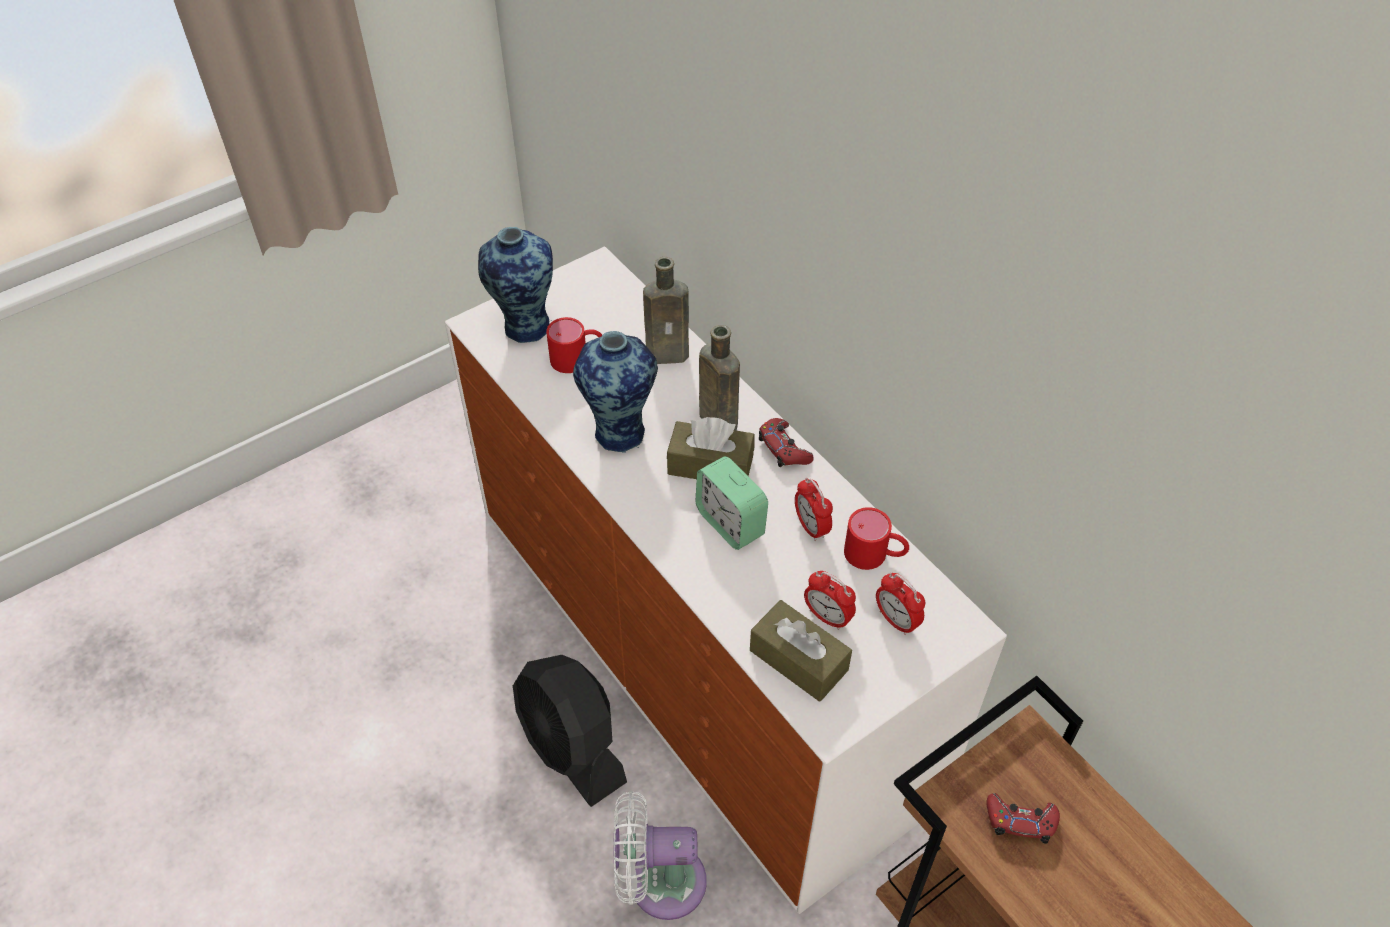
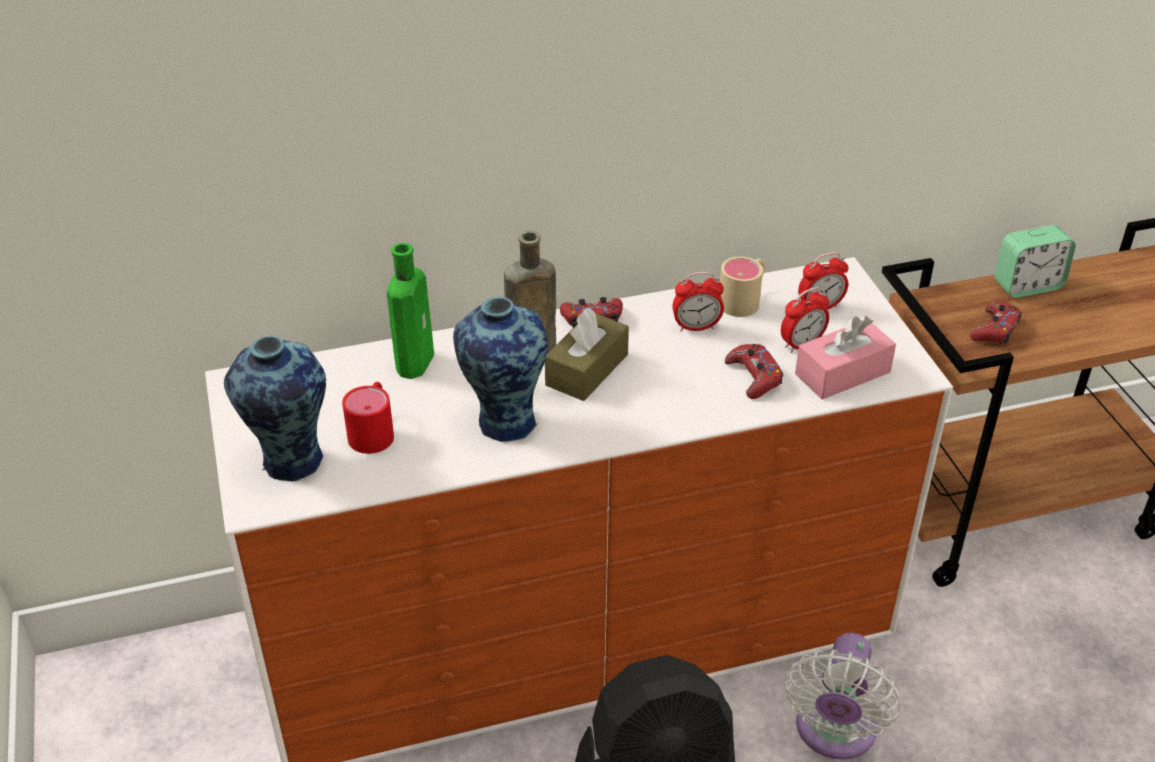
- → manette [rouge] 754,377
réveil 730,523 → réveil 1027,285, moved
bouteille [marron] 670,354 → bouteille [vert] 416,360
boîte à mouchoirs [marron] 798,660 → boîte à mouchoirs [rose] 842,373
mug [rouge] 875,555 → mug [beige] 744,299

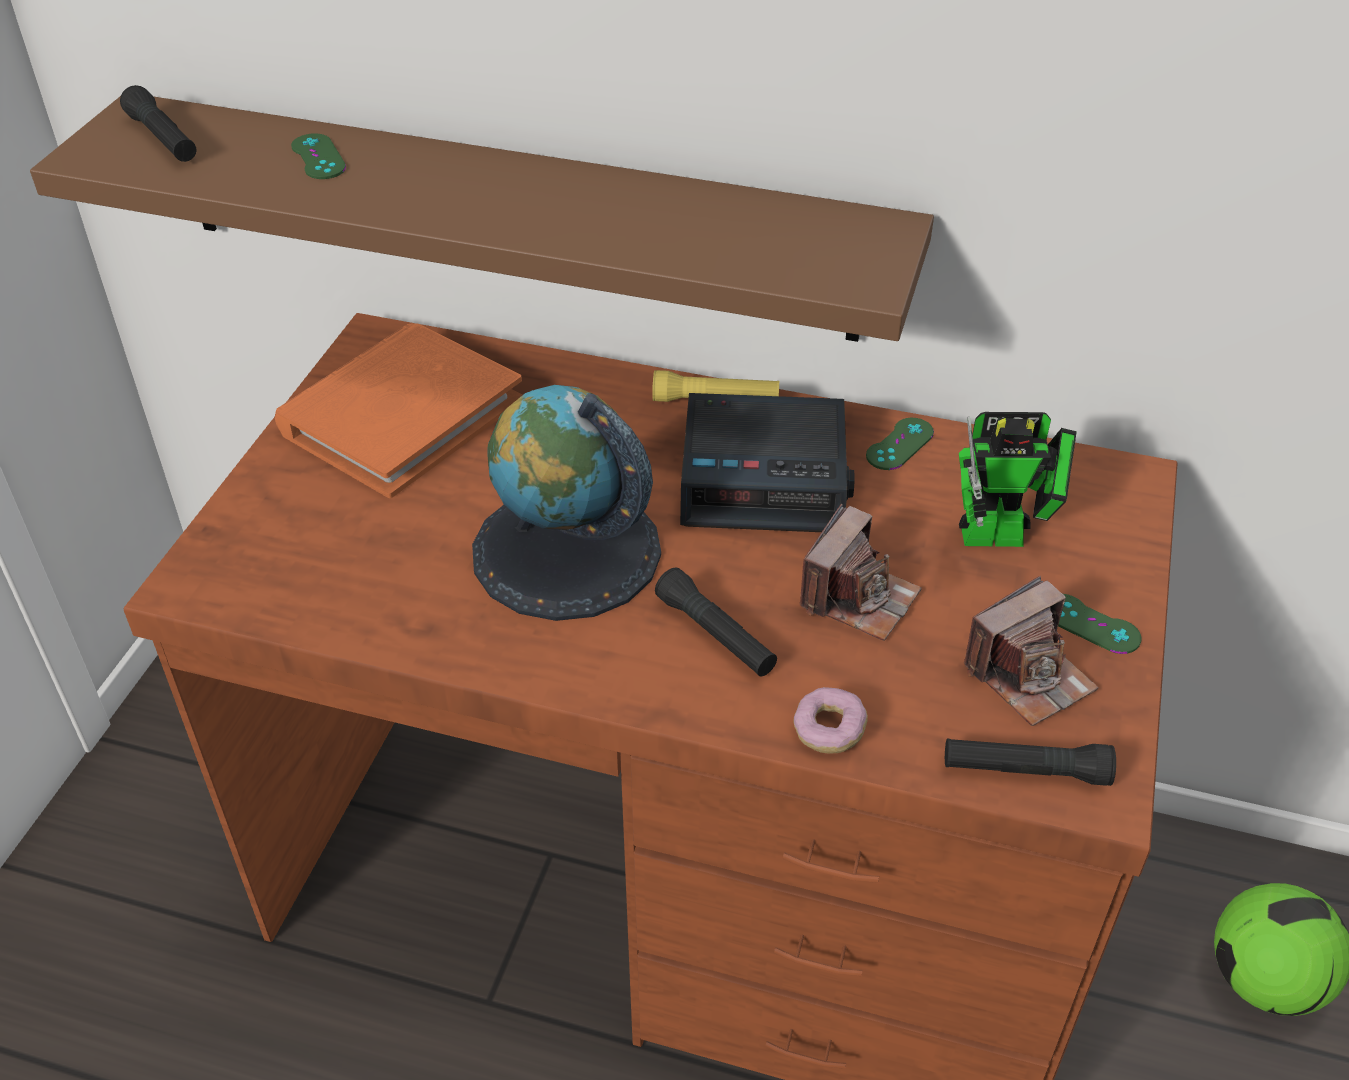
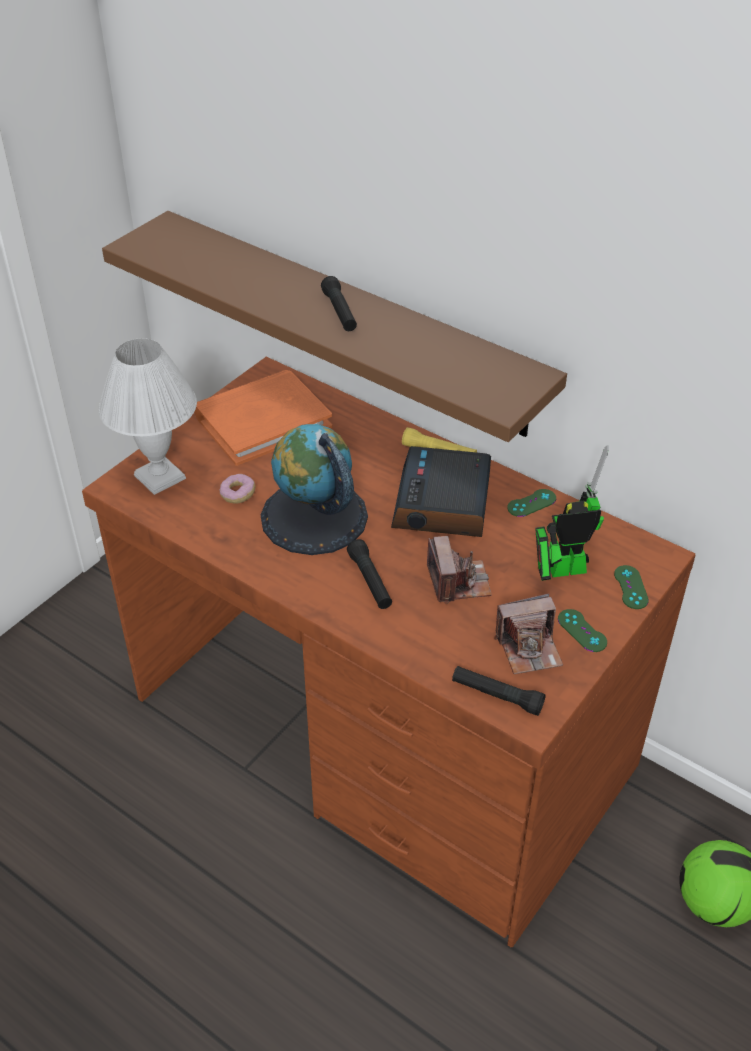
- → lampe de table [blanc] 158,477
lampe de poche [noir] 163,139 → lampe de poche [noir] 339,312, moved
manette [vert] 318,157 → manette [vert] 631,587, moved
beignet 829,731 → beignet 238,494, moved
réveil 765,478 → réveil 443,504, 75 degrees clockwise
appareil photo 858,598 → appareil photo 458,582, 60 degrees counterclockwise
robot jouet 1002,536 → robot jouet 561,570, 150 degrees clockwise

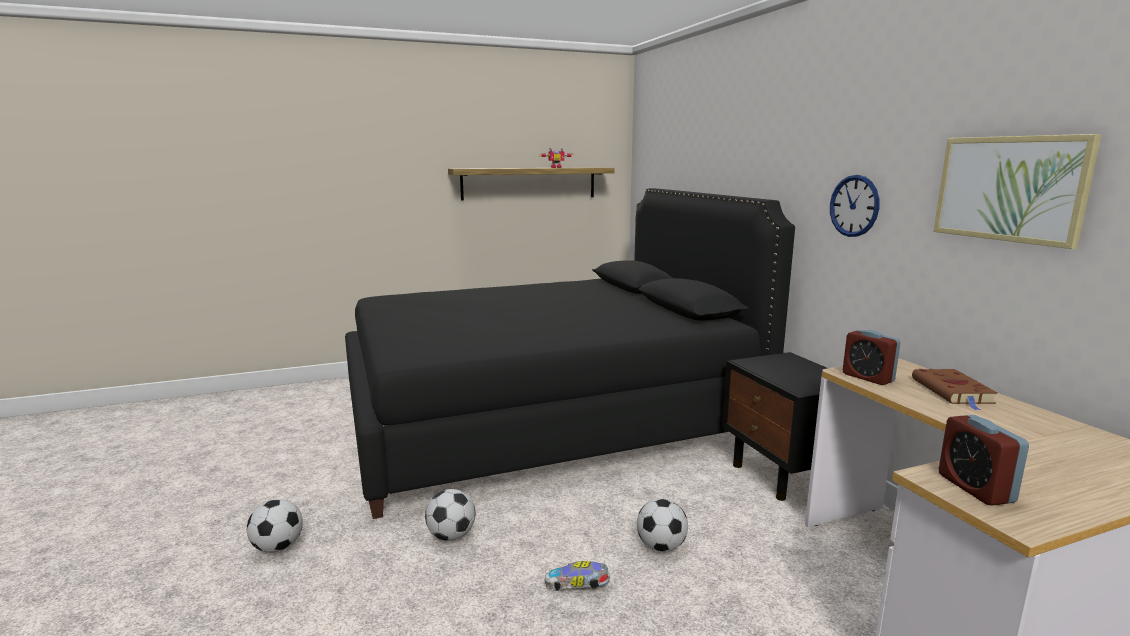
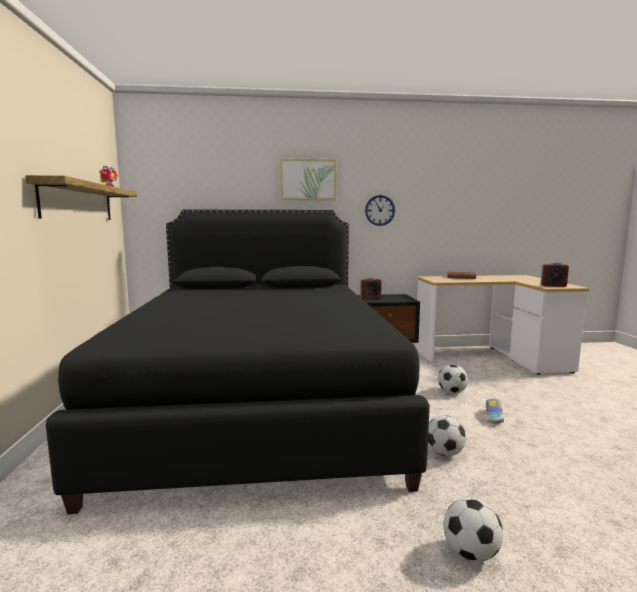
réveil 867,377 → réveil 370,298, moved
tableau 1010,188 → tableau 308,179, moved

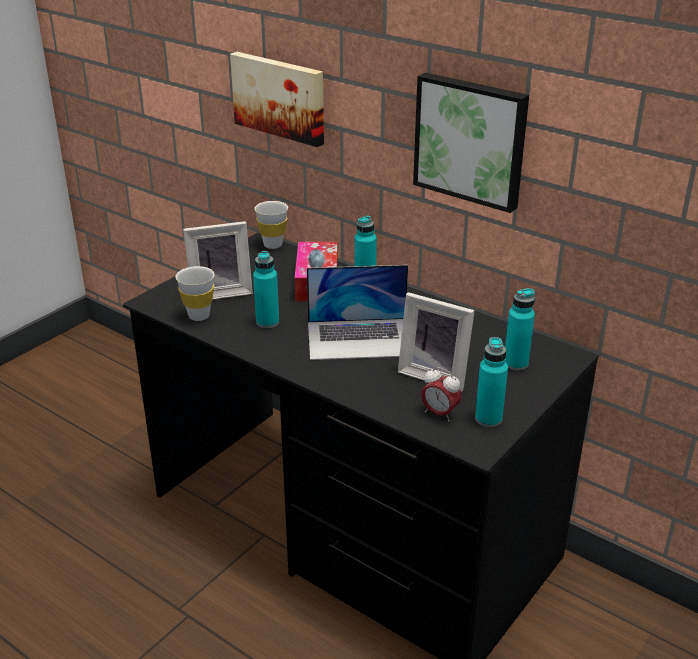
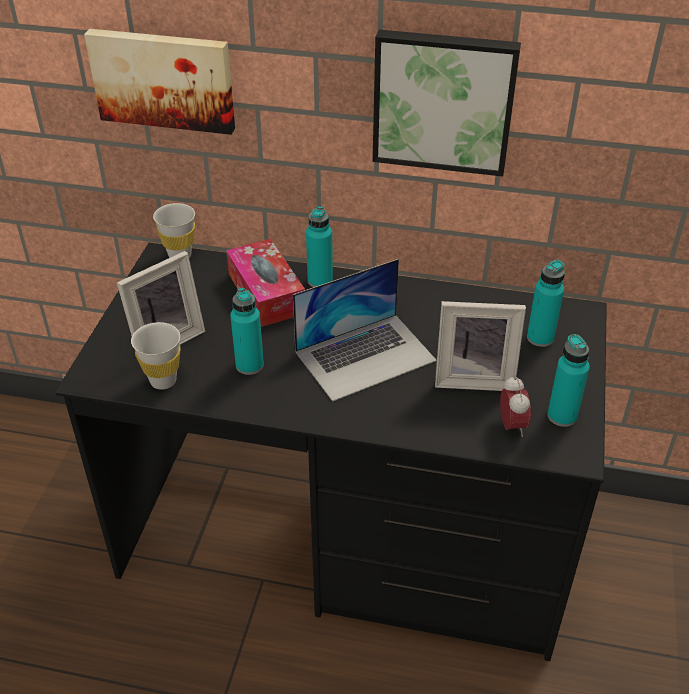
réveil 439,413 → réveil 512,426, 105 degrees counterclockwise

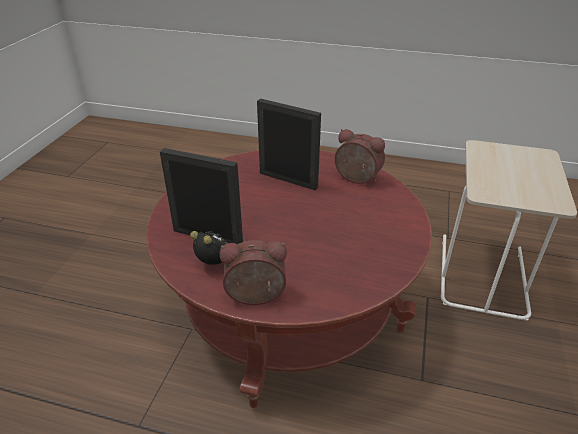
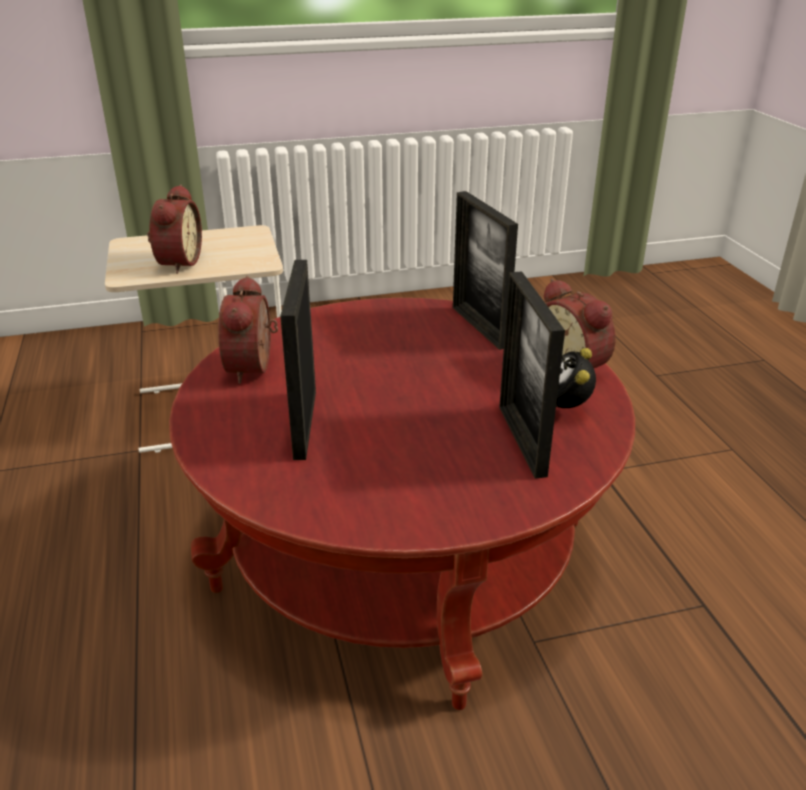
- → réveil 177,263
- → cadre photo 479,327

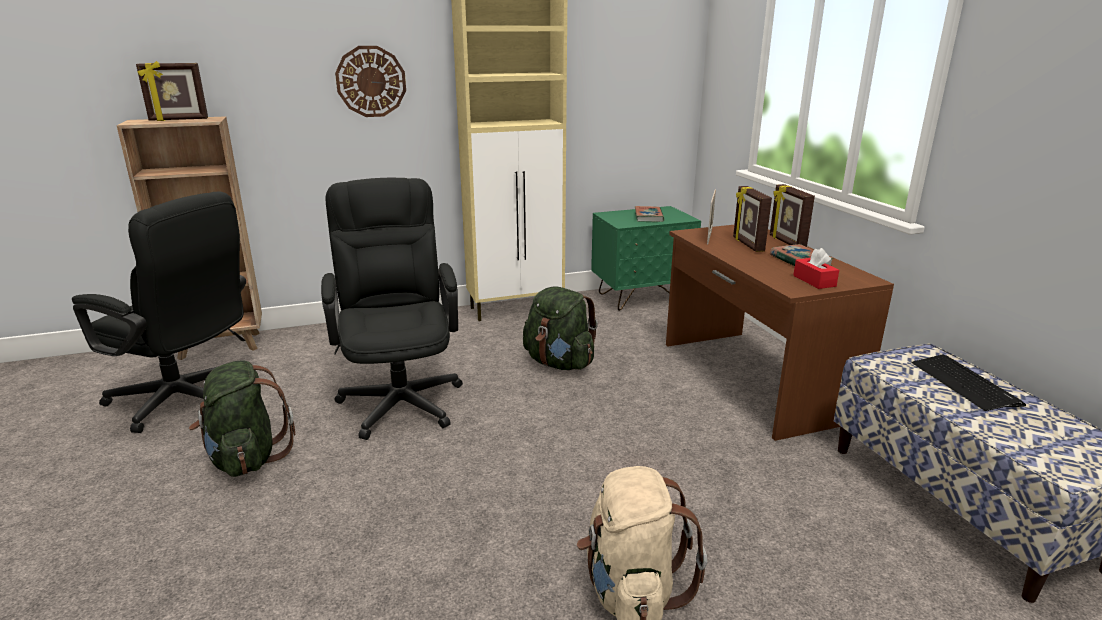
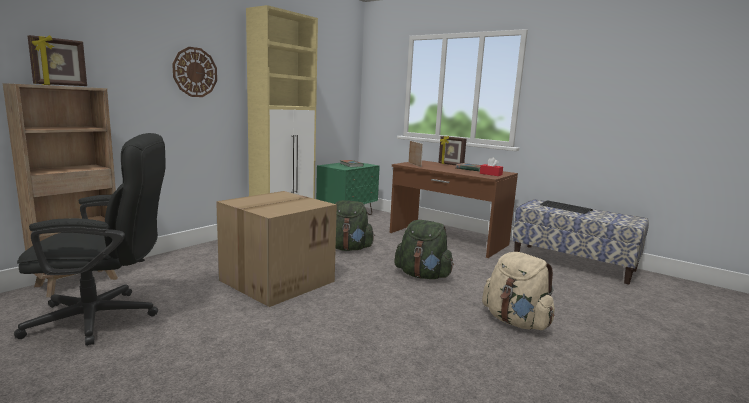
cadre photo 747,244 → -
sac à dos [vert] 247,458 → sac à dos [vert] 423,275, moved
chaise de bureau [noir] 401,396 → carton 277,280

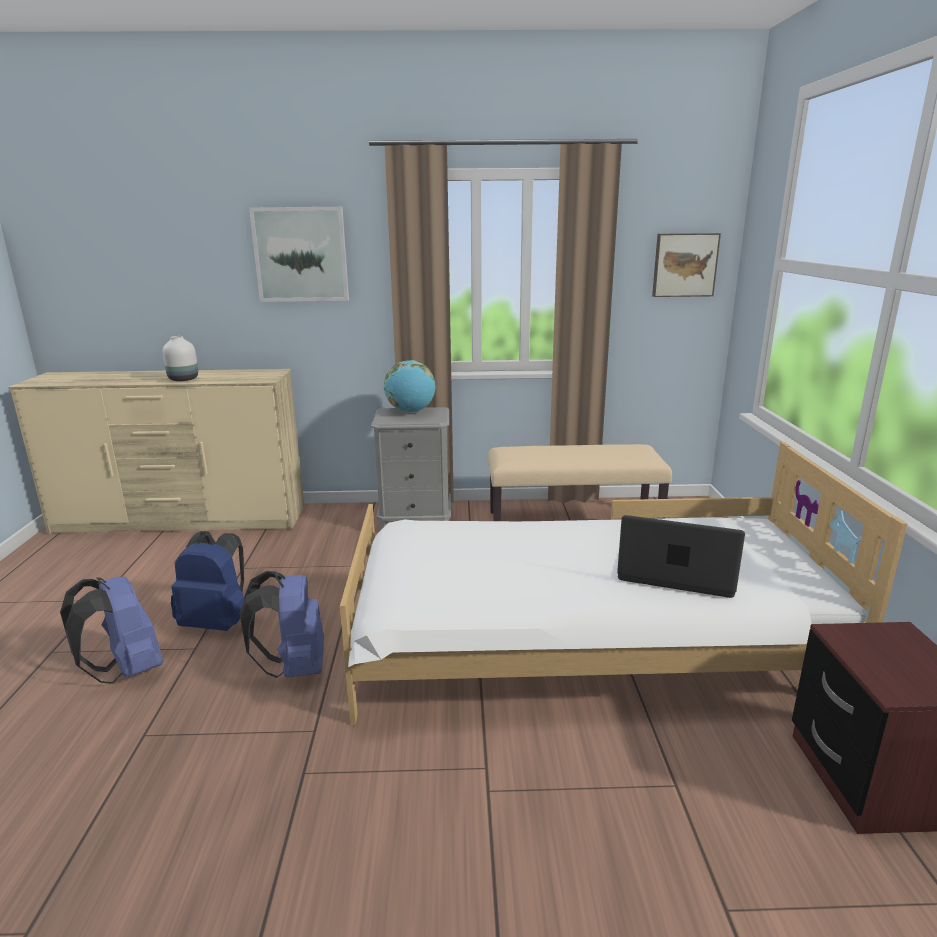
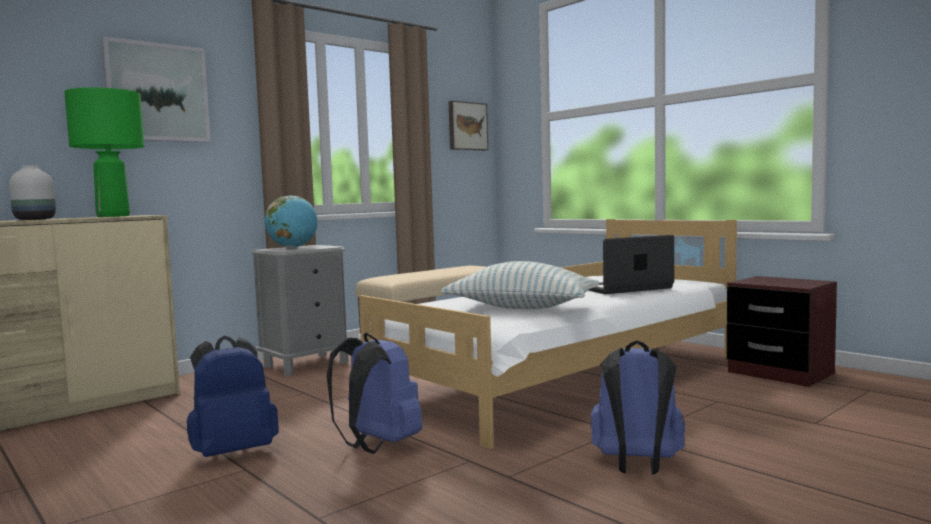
- → lampe de table [vert] 113,216
- → coussin 522,308
sac à dos [bleu] 126,670 → sac à dos [bleu] 637,466, moved

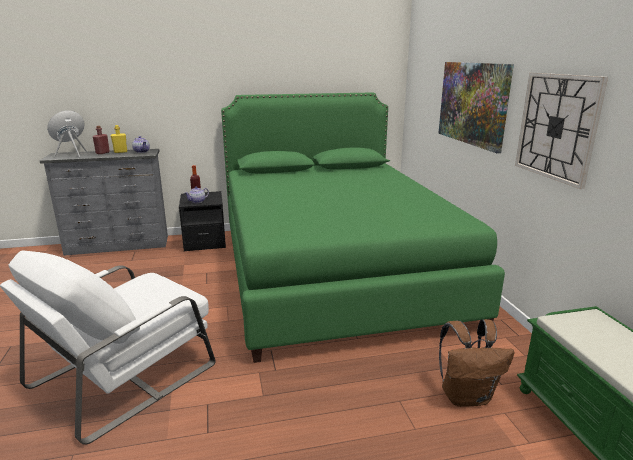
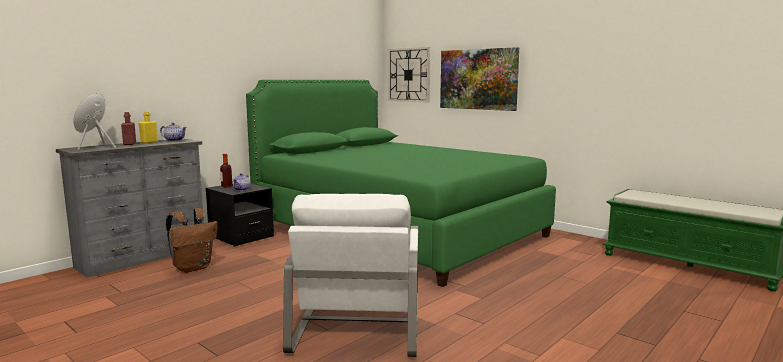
sac à dos [marron] 467,396 → sac à dos [marron] 193,267, moved
horloge murale 557,127 → horloge murale 409,75, moved

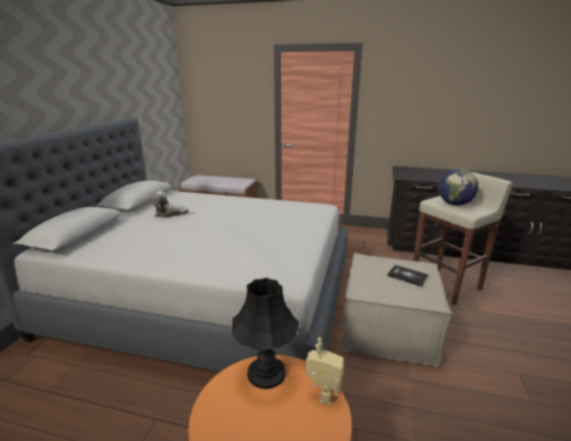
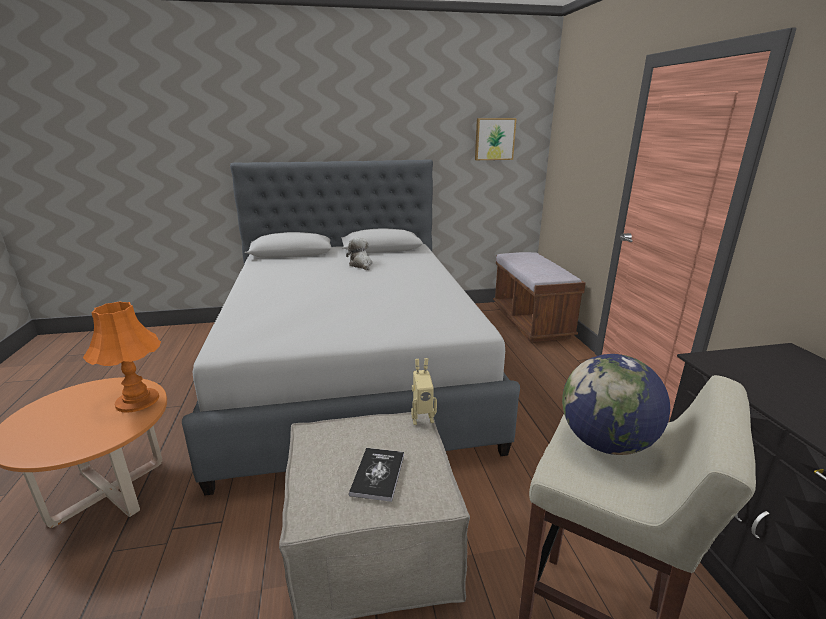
- → tableau 494,139
robot jouet 322,394 → robot jouet 422,417, moved
lampe de table [noir] 266,373 → lampe de table [orange] 137,400

